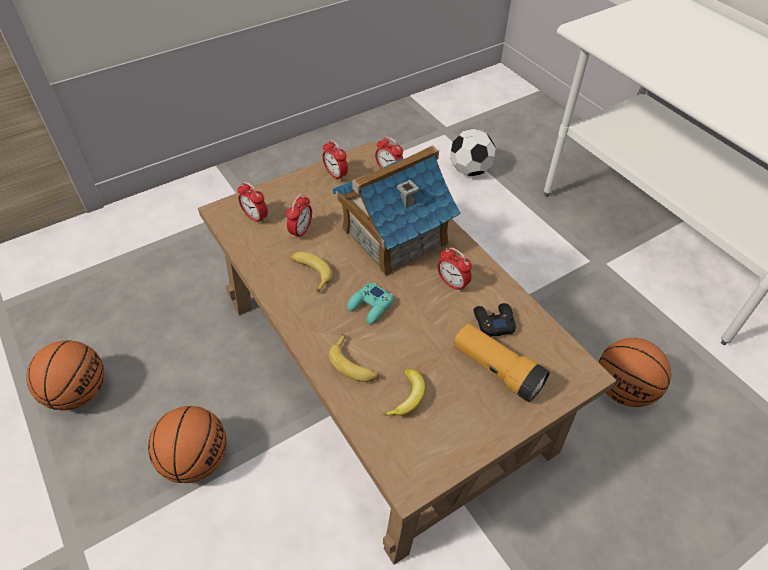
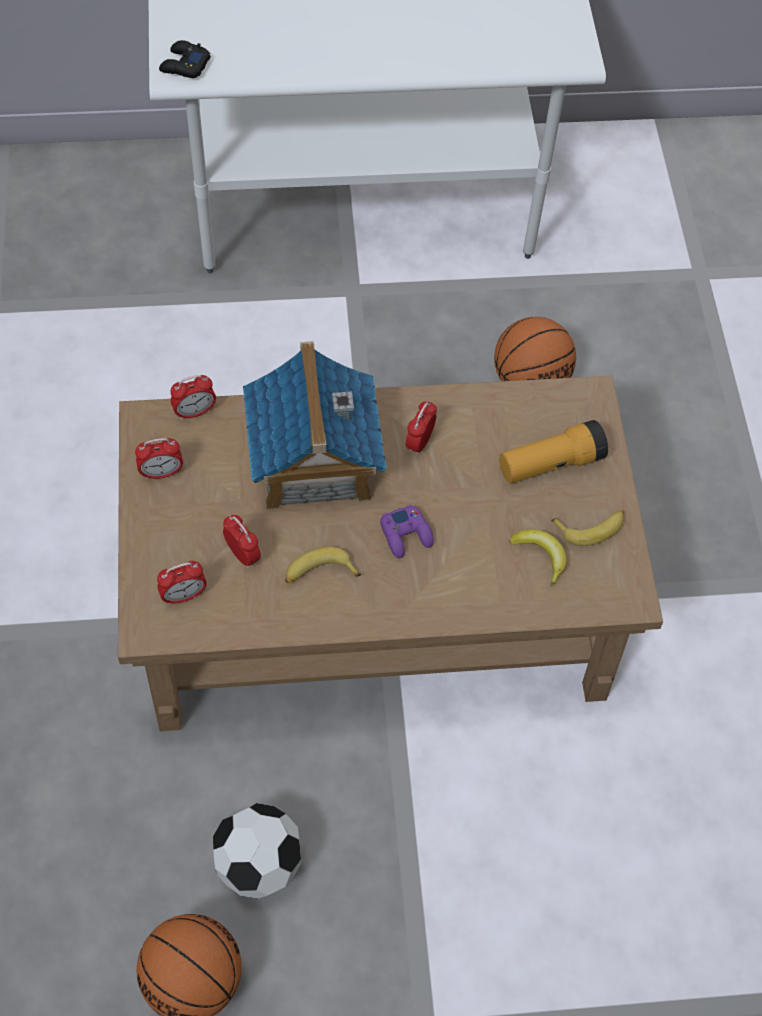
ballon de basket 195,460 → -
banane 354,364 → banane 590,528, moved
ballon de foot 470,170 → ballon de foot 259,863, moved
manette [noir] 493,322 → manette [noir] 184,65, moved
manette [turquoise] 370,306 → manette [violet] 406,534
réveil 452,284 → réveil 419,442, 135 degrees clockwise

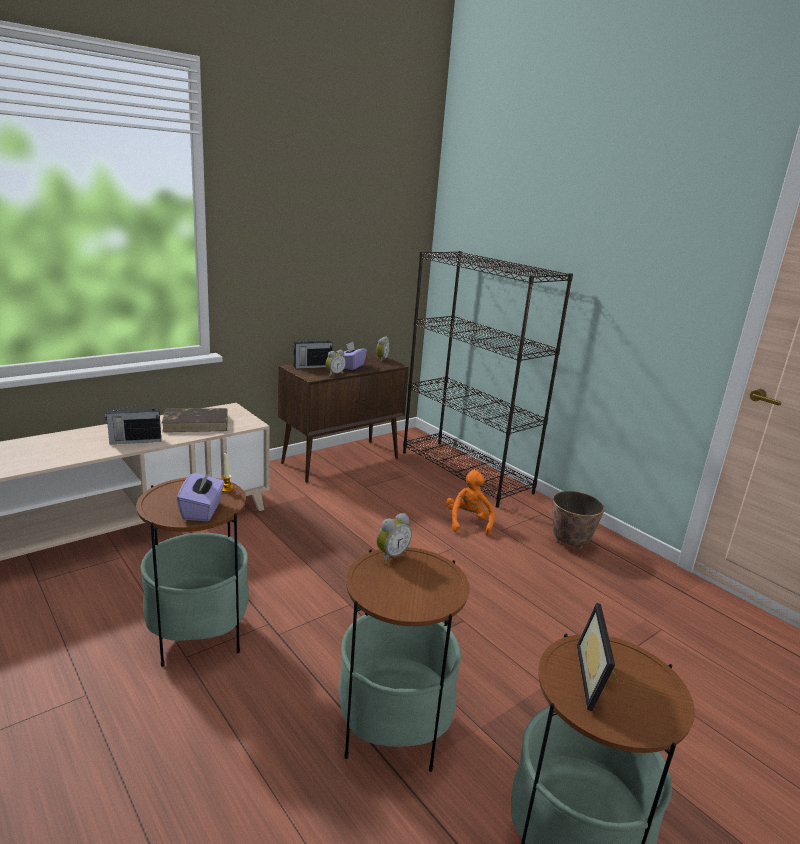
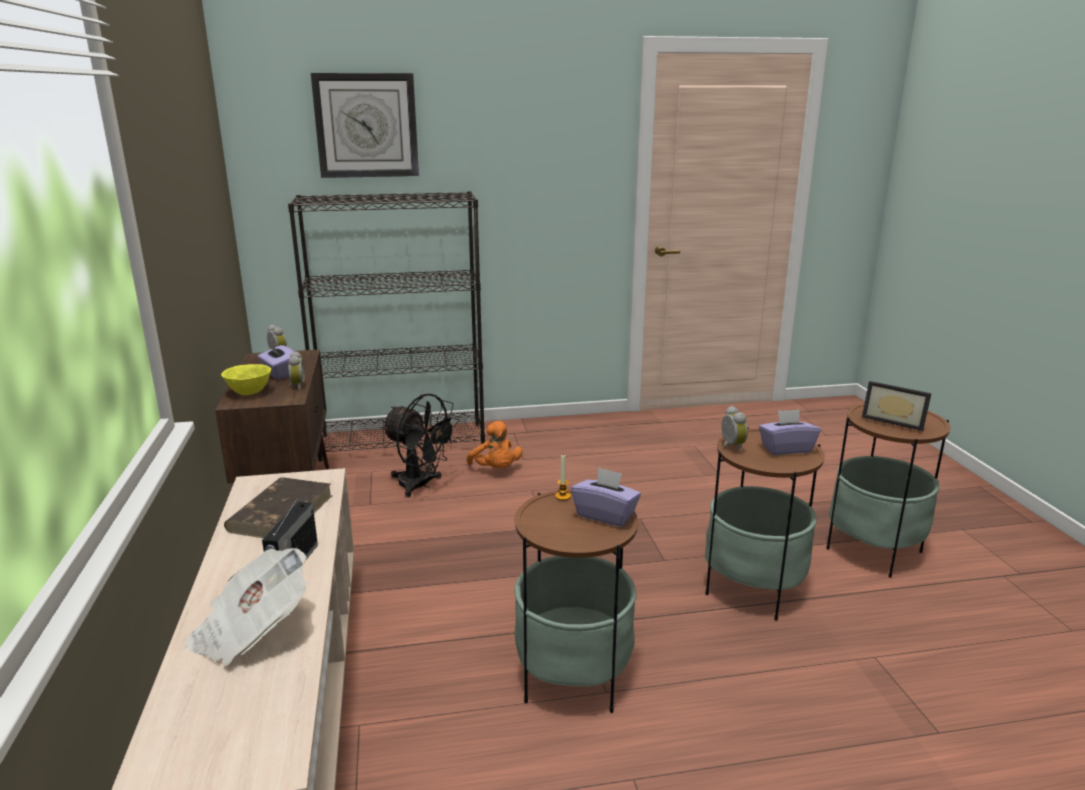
cache-pot 570,543 → -
- → journal 251,631
- → horloge murale 366,126
- → ventilateur [noir] 420,485
- → boîte à mouchoirs [violet] 786,448
radio 311,366 → bol [jaune] 249,392
peluche [orange] 468,522 → peluche [orange] 496,469, 150 degrees counterclockwise

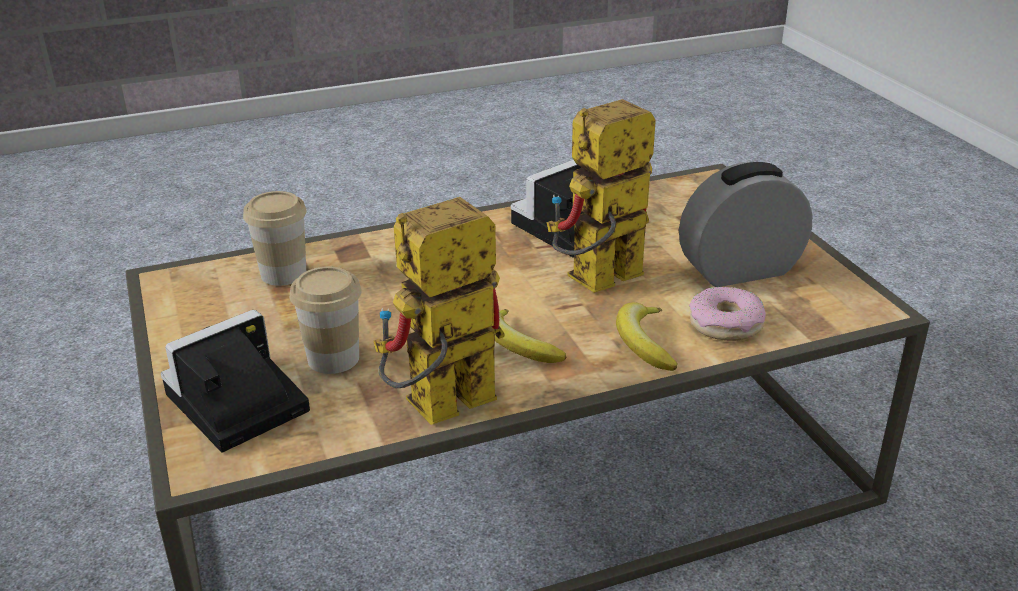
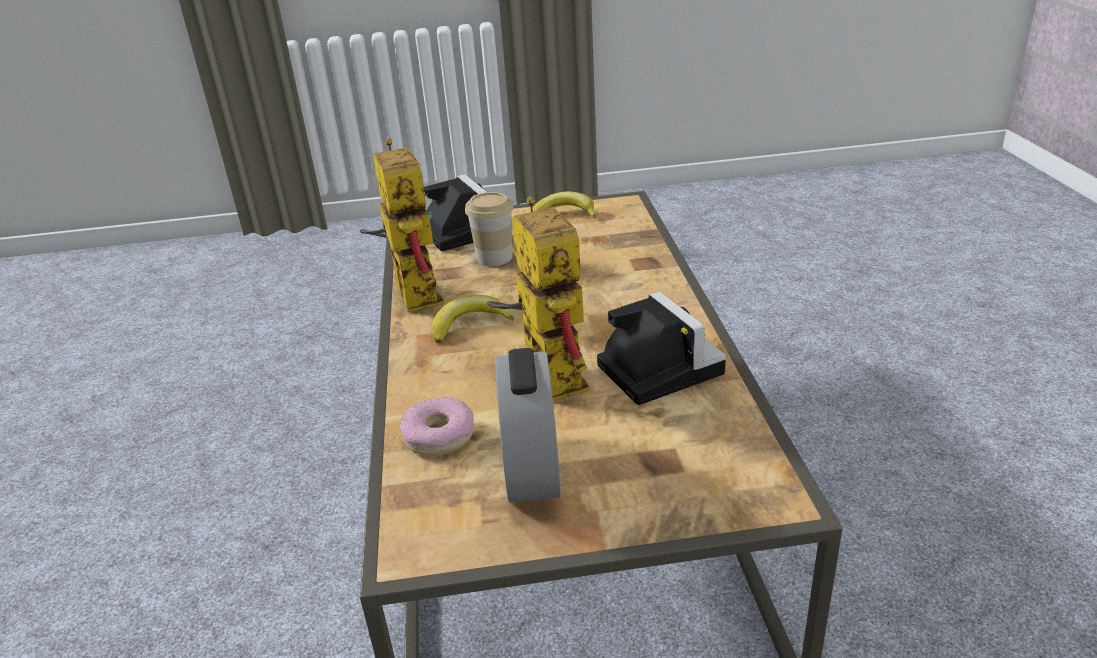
tasse 283,274 → -
banane 644,343 → banane 565,214, moved

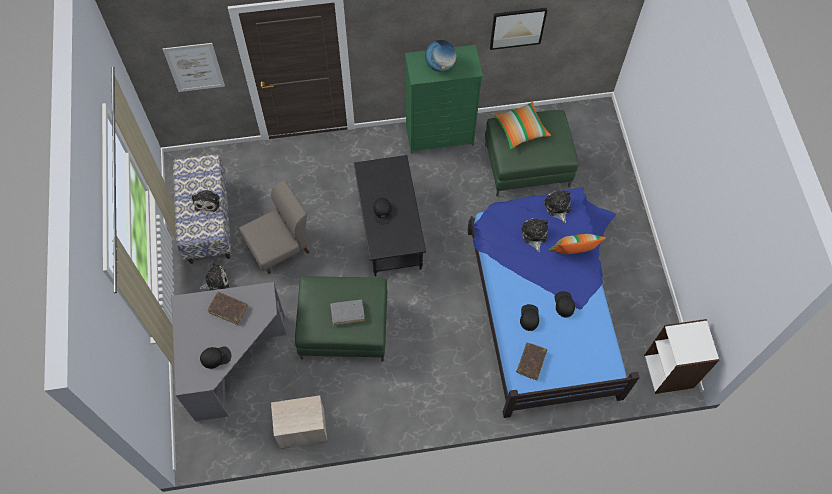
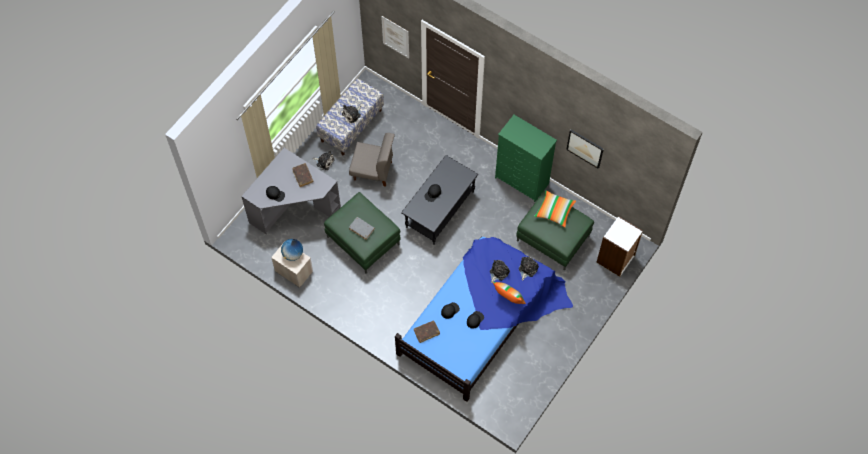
globe 440,65 → globe 293,254, moved
bibliothèque [blanc] 669,371 → bibliothèque [blanc] 616,259, moved

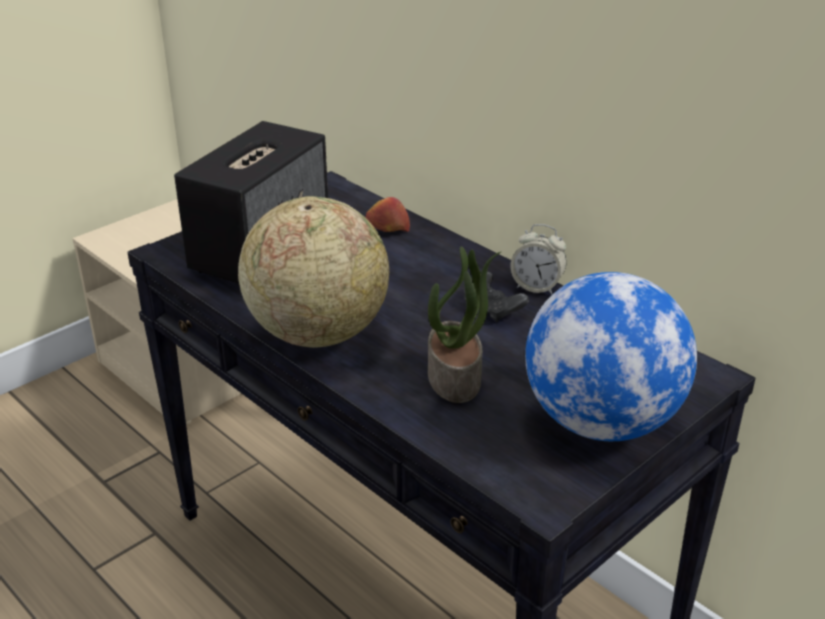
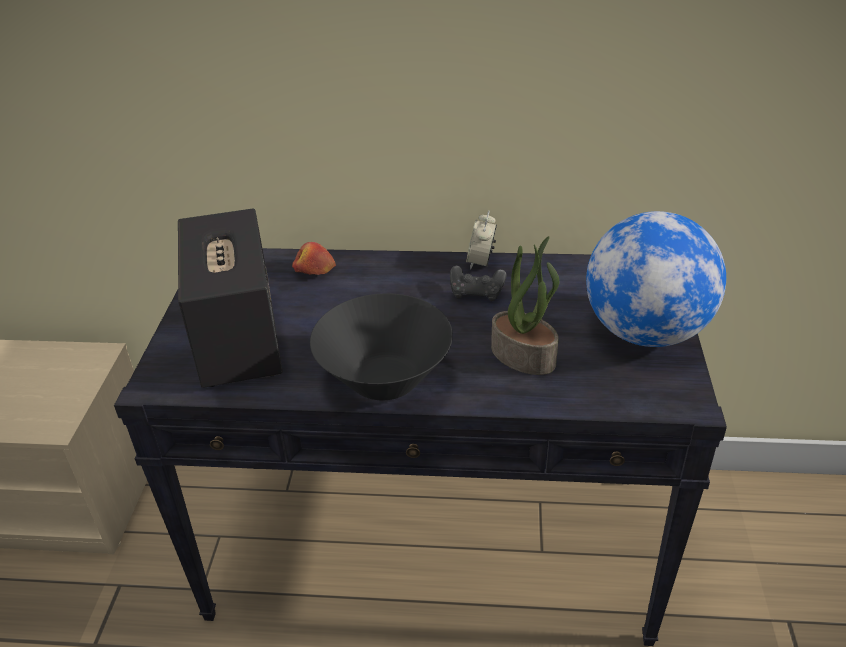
globe 317,333 → bol [noir] 384,380
réveil 537,287 → réveil 481,262, 120 degrees clockwise

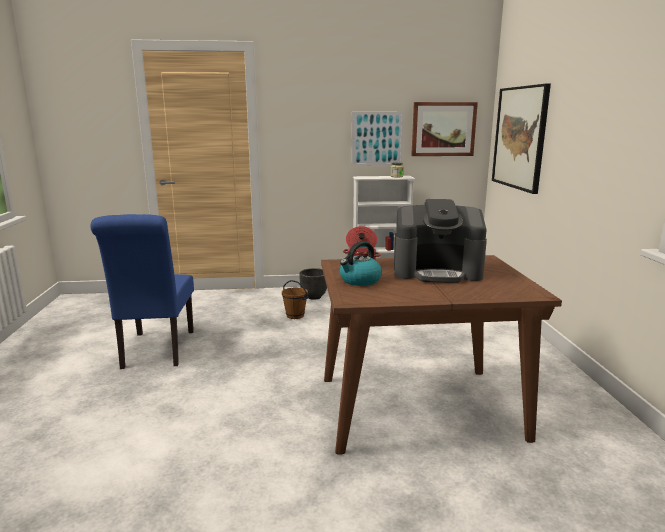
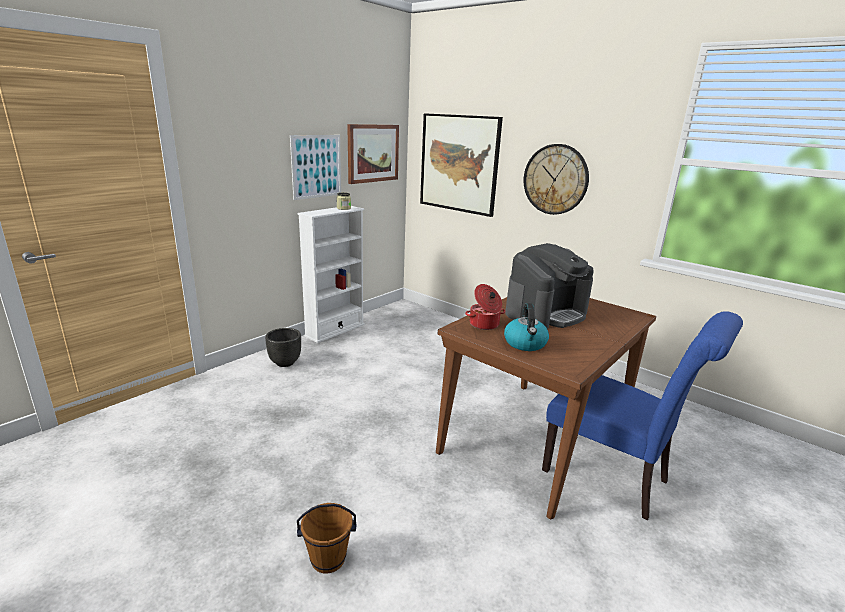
- → horloge murale 555,179
chaise [bleu] 156,351 → chaise [bleu] 613,478, moved
seau [marron] 295,315 → seau [marron] 328,558, moved

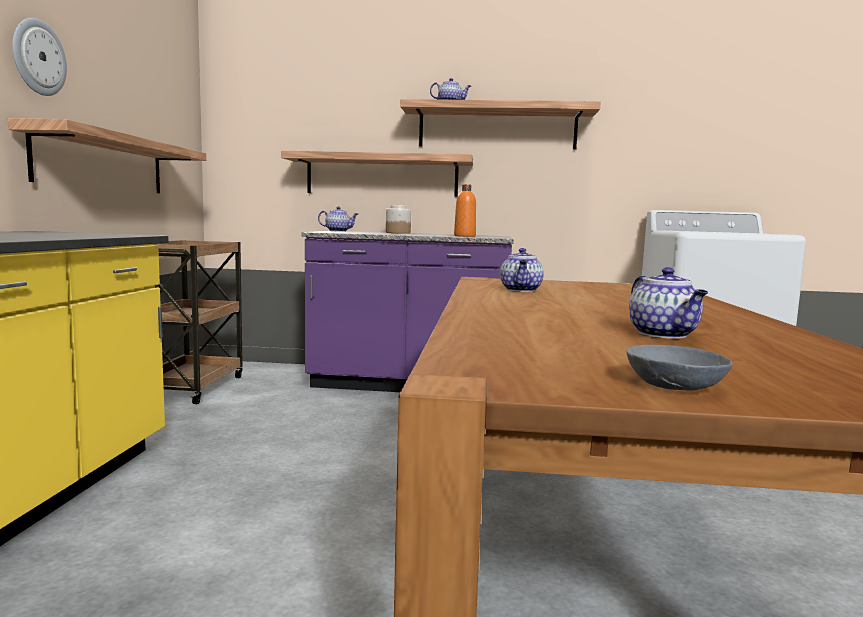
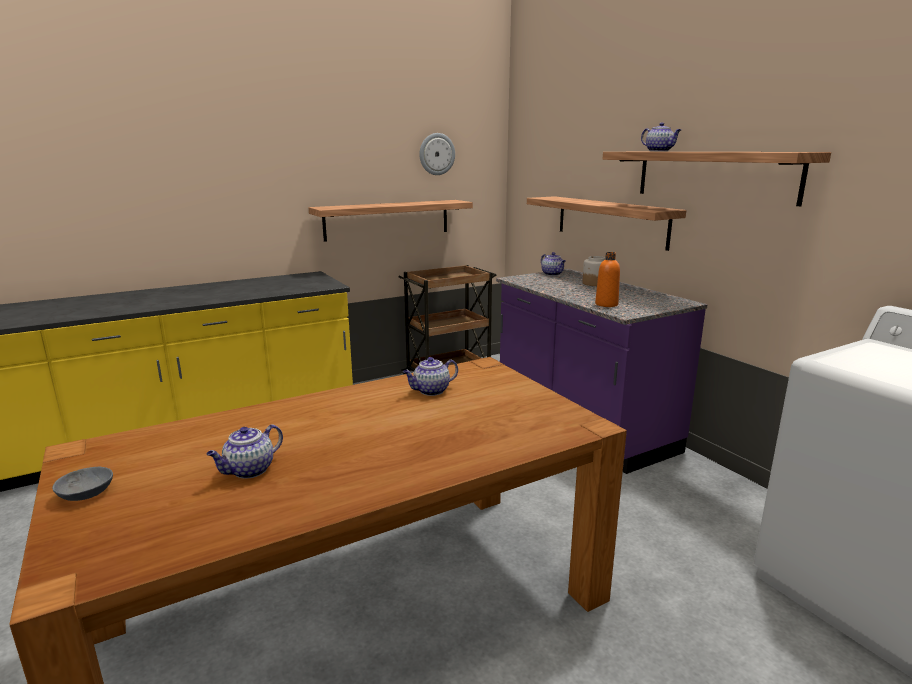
horloge murale 38,57 → horloge murale 436,154, moved

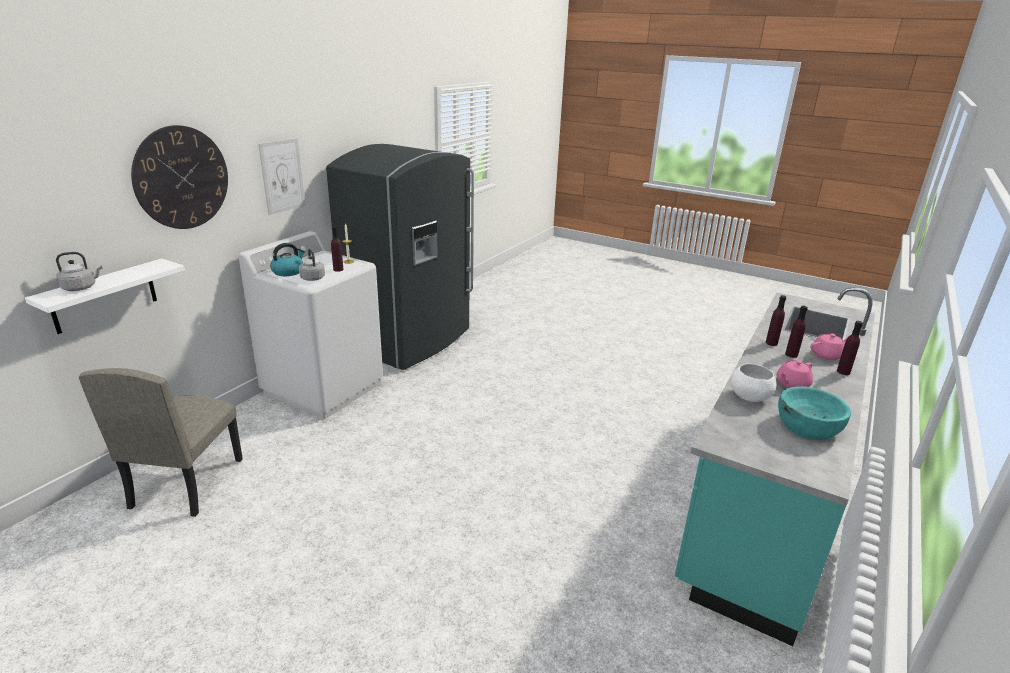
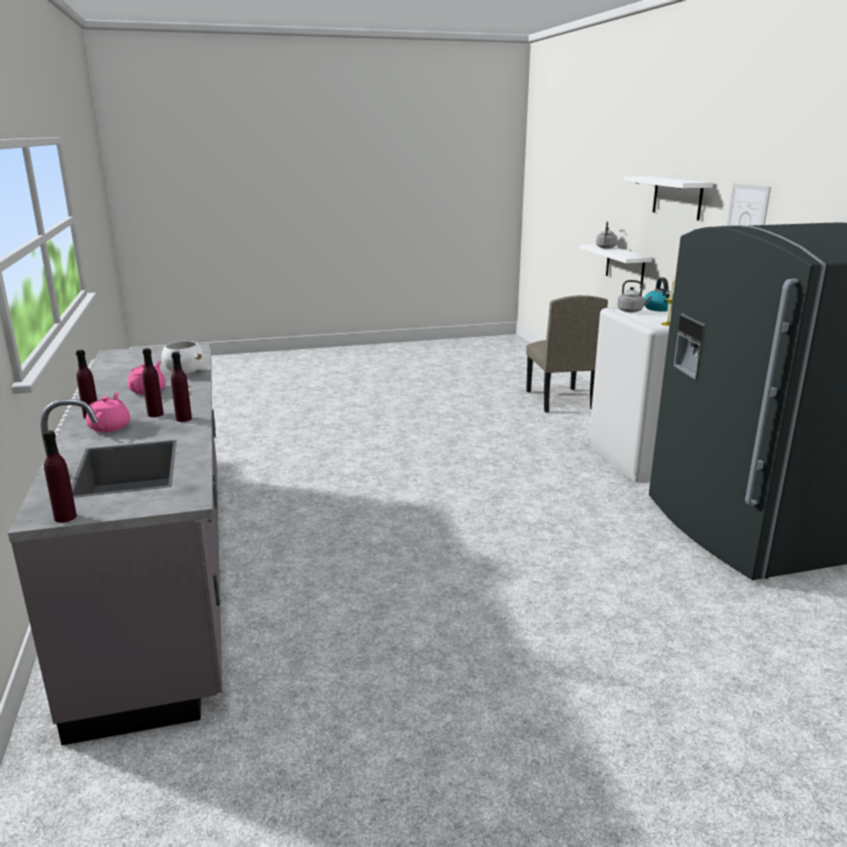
bol [turquoise] 808,426 → -
bouteille [violet] 338,269 → bouteille [violet] 65,517, moved
horloge murale 181,178 → étagère [blanc] 677,197
comptoir de cuisine [turquoise] 767,490 → comptoir de cuisine [gris] 165,573
chaise [beige] 186,482 → chaise [beige] 559,400, 150 degrees counterclockwise
théière [rose] 827,355 → théière [rose] 110,427, 150 degrees clockwise

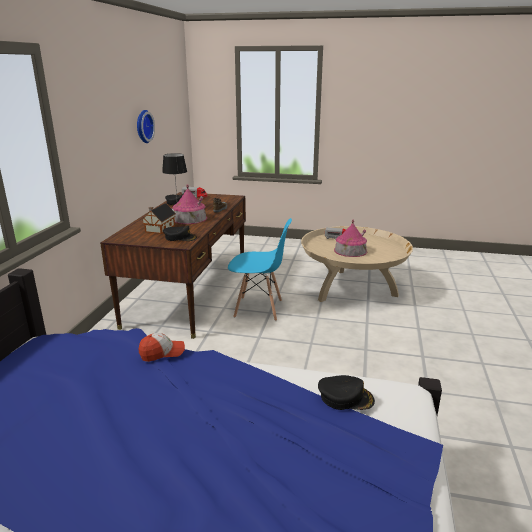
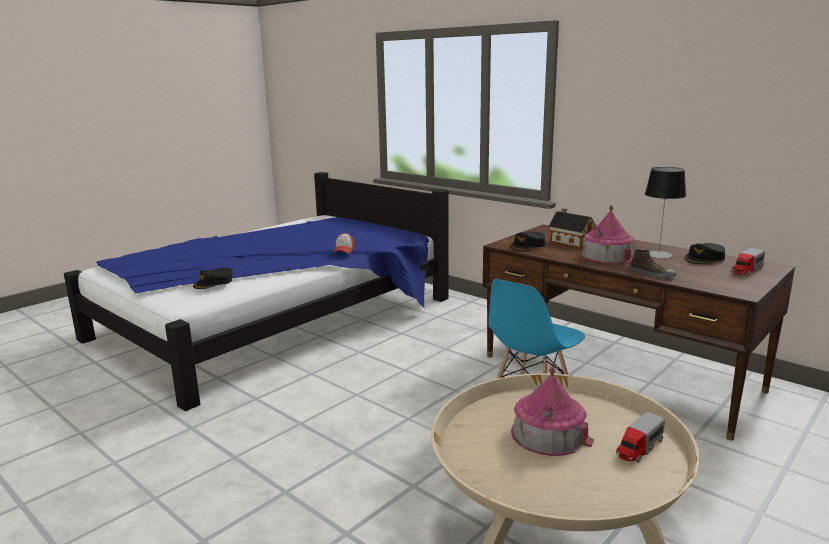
horloge murale 143,126 → -

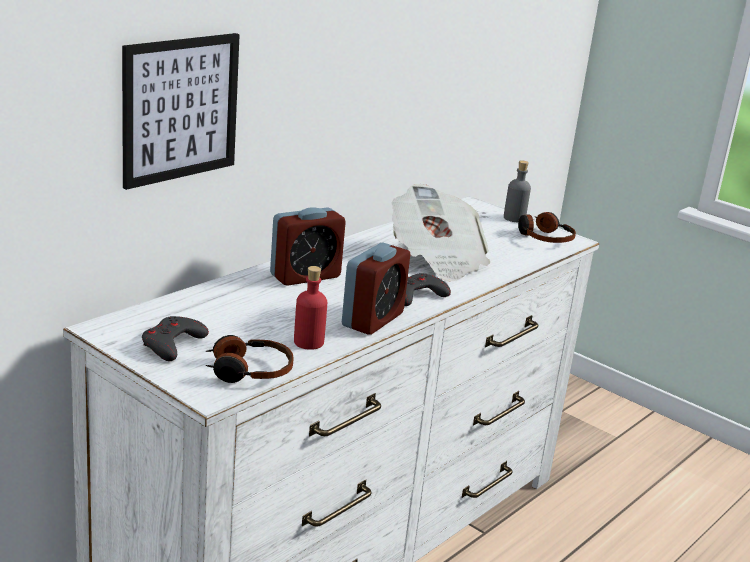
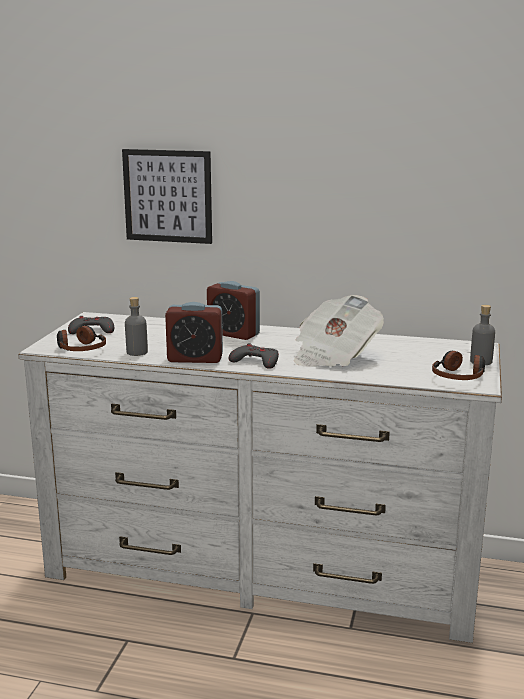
bouteille [rouge] 308,342 → bouteille [gris] 137,352

